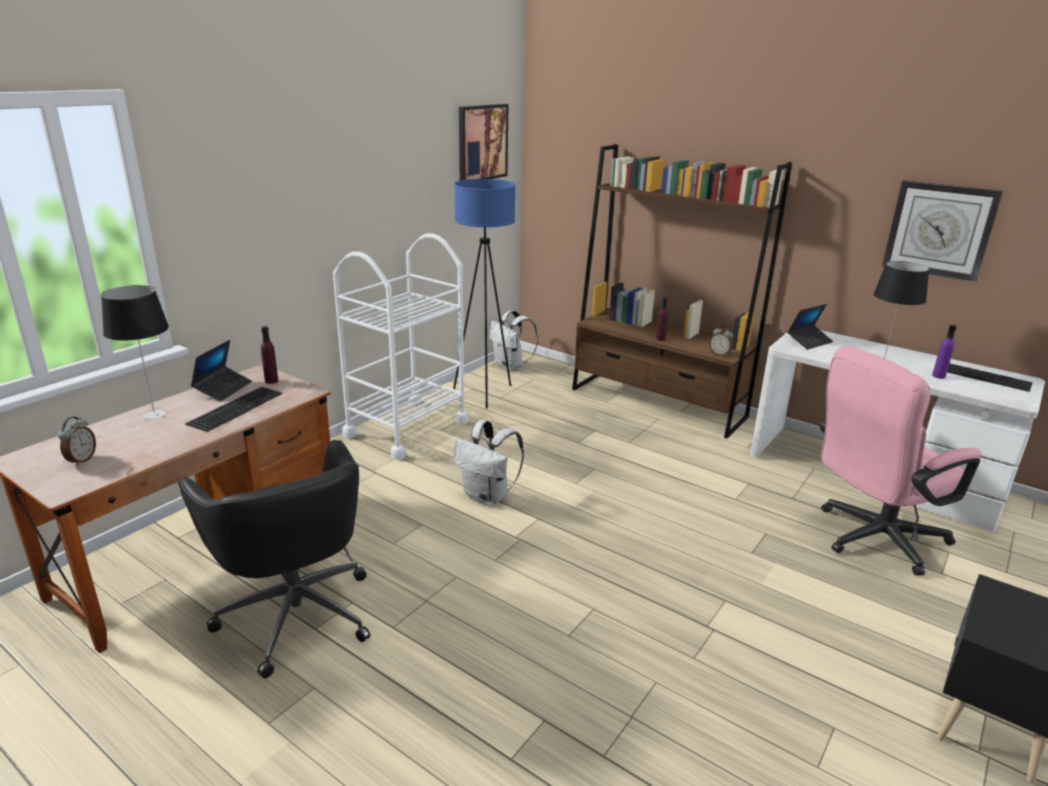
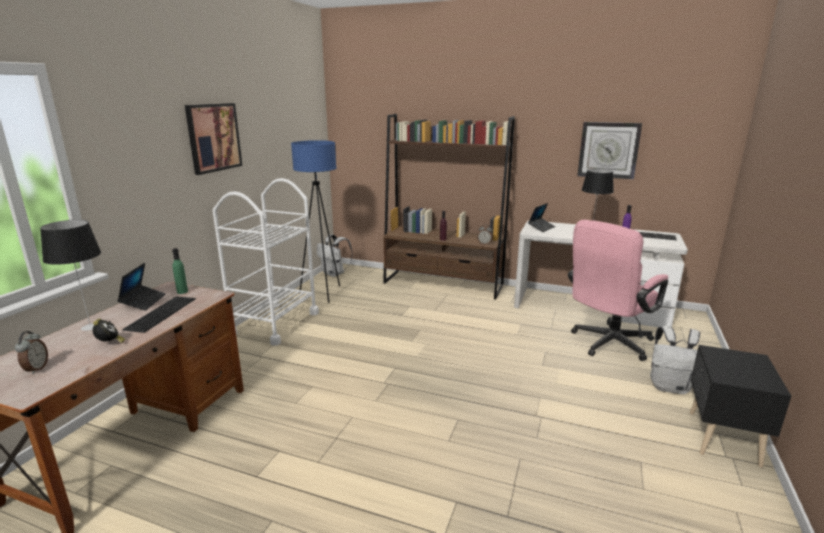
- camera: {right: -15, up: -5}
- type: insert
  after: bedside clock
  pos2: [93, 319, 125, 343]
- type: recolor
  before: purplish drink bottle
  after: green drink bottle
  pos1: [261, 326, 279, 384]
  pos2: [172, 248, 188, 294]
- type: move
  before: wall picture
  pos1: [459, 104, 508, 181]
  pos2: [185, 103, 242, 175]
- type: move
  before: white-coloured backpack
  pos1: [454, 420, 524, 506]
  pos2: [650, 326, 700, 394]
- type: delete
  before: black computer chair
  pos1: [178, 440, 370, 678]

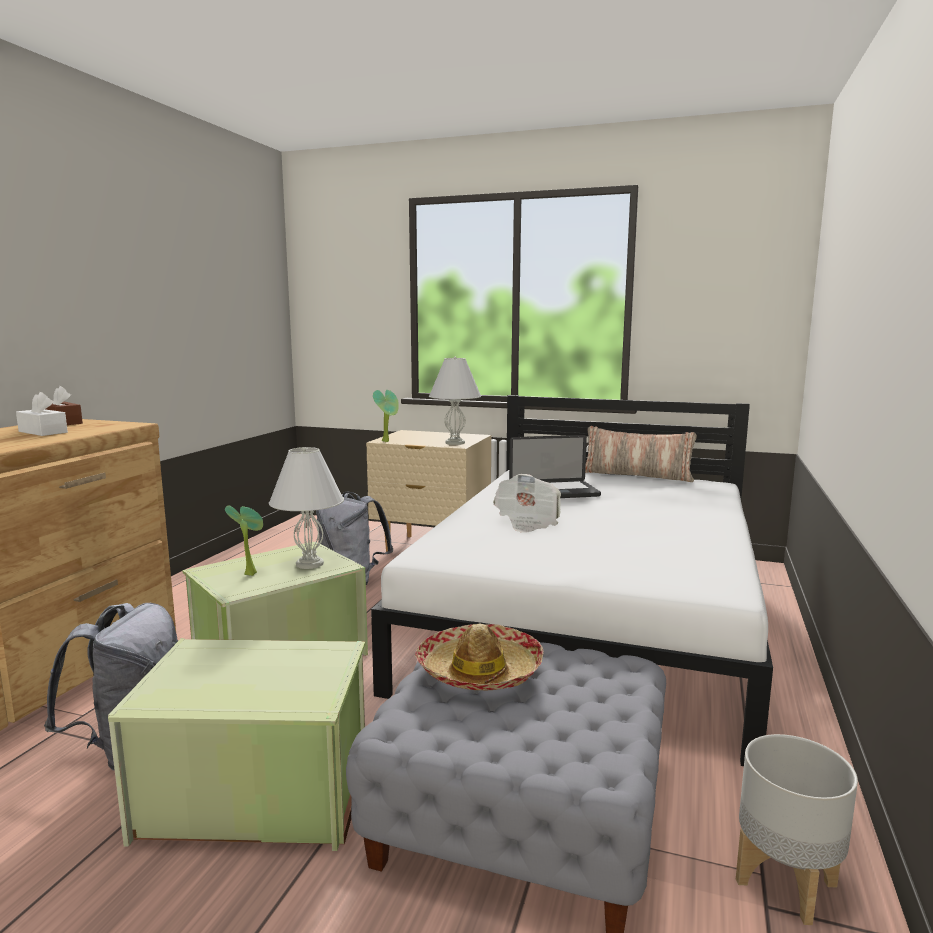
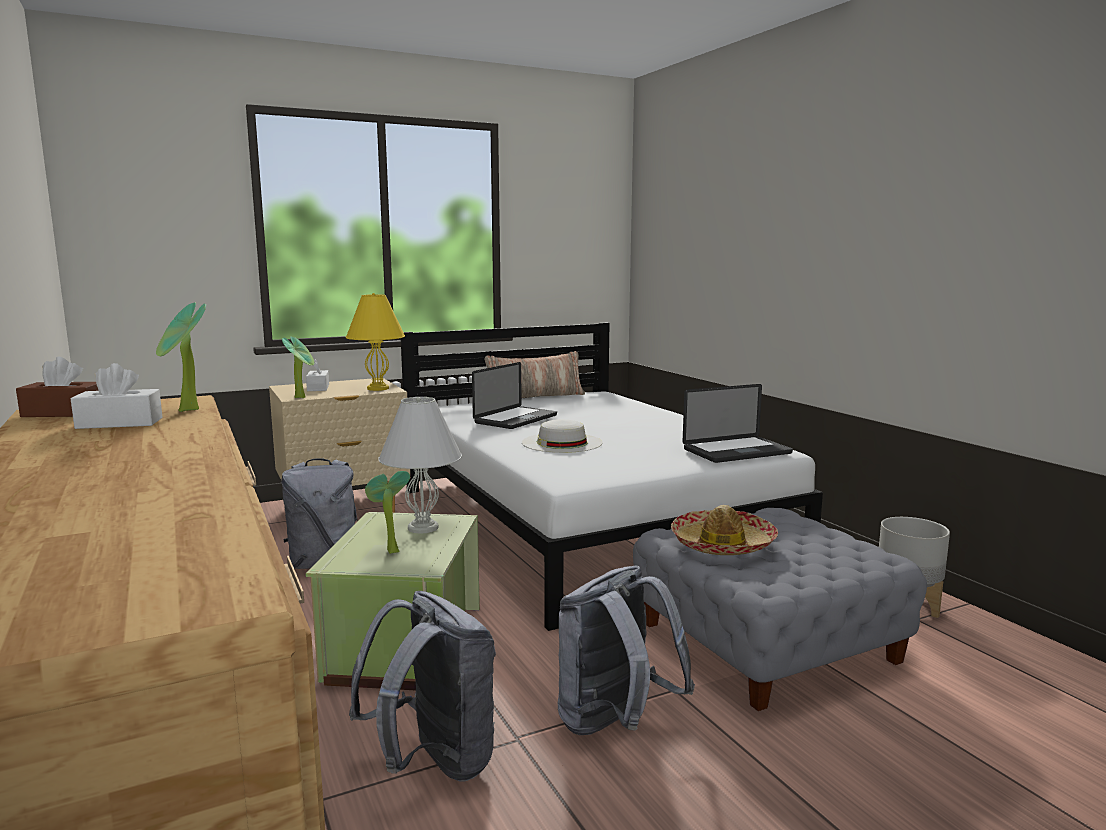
- camera: {right: -45, up: 0}
- type: insert
  after: potted plant
  pos2: [156, 302, 206, 412]
- type: insert
  after: white-coloured box of tissues
  pos2: [306, 359, 329, 391]
- type: recolor
  before: white-coloured tabletop lamp
  after: yellowish tabletop lamp
  pos1: [429, 357, 481, 445]
  pos2: [346, 293, 405, 391]
- type: replace
  before: printed paper
  after: white-coloured hat
  pos1: [493, 474, 561, 533]
  pos2: [522, 419, 603, 453]
- type: replace
  before: green storage box
  after: grey backpack
  pos1: [108, 639, 365, 851]
  pos2: [558, 566, 695, 735]
- type: insert
  after: notebook computer
  pos2: [683, 384, 793, 463]

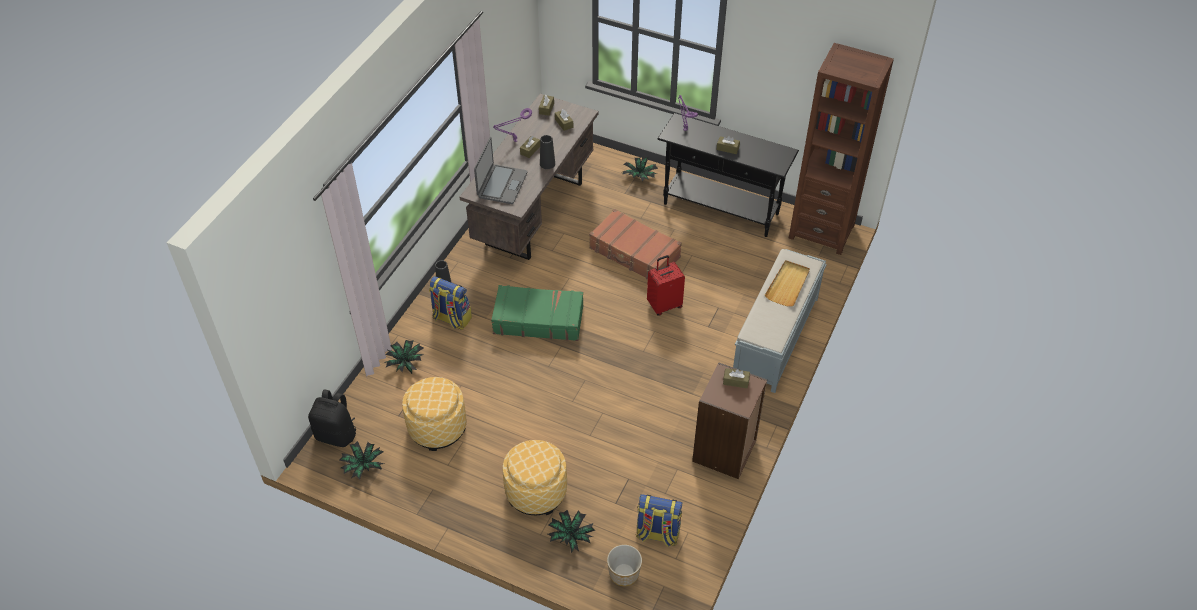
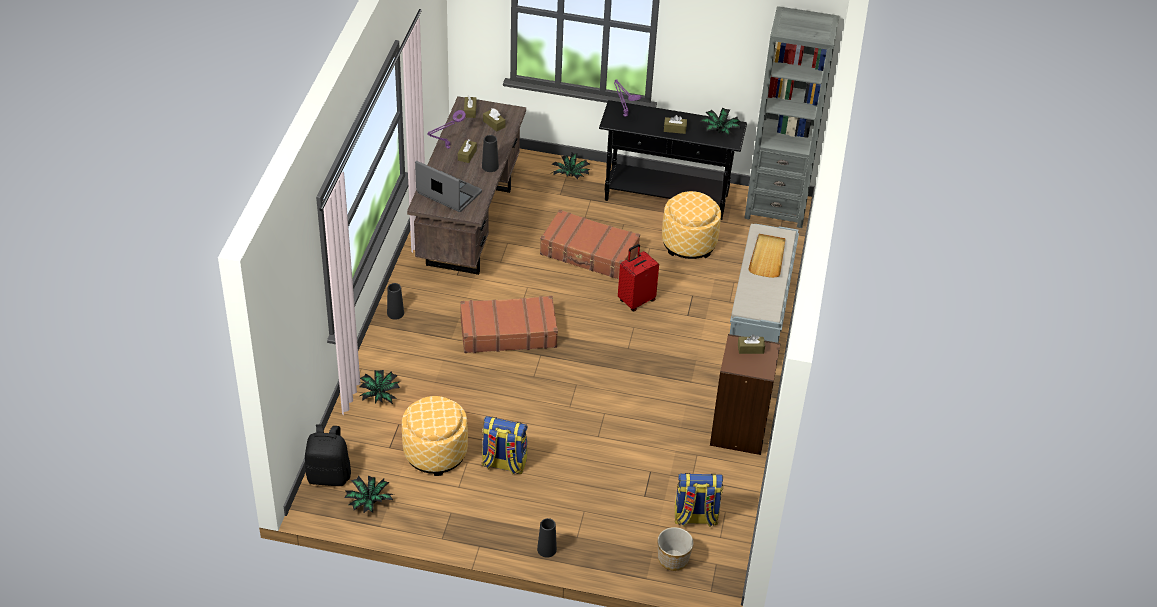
- camera: {right: -15, up: -5}
- type: rotate
  before: notebook computer
  pos1: [474, 137, 528, 204]
  pos2: [415, 161, 482, 212]
  turn: -60
- type: recolor
  before: green suitcase
  after: brownish suitcase
  pos1: [491, 285, 583, 341]
  pos2: [460, 296, 558, 353]
- type: move
  before: backpack
  pos1: [429, 276, 472, 330]
  pos2: [482, 416, 528, 475]
- type: insert
  after: black decorative vase
  pos2: [537, 518, 557, 558]
- type: move
  before: footrest
  pos1: [503, 440, 567, 515]
  pos2: [662, 191, 721, 259]
- type: move
  before: potted plant
  pos1: [548, 510, 595, 553]
  pos2: [700, 108, 741, 137]
- type: recolor
  before: brownish shelving unit
  after: grey shelving unit
  pos1: [789, 43, 894, 255]
  pos2: [744, 6, 839, 228]

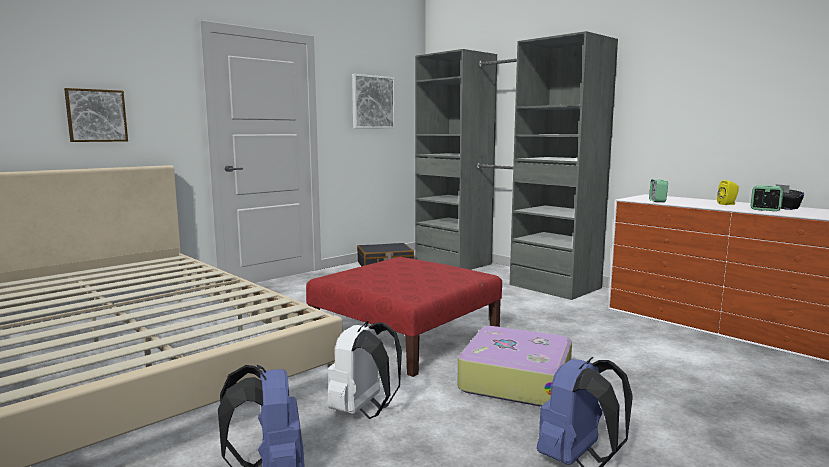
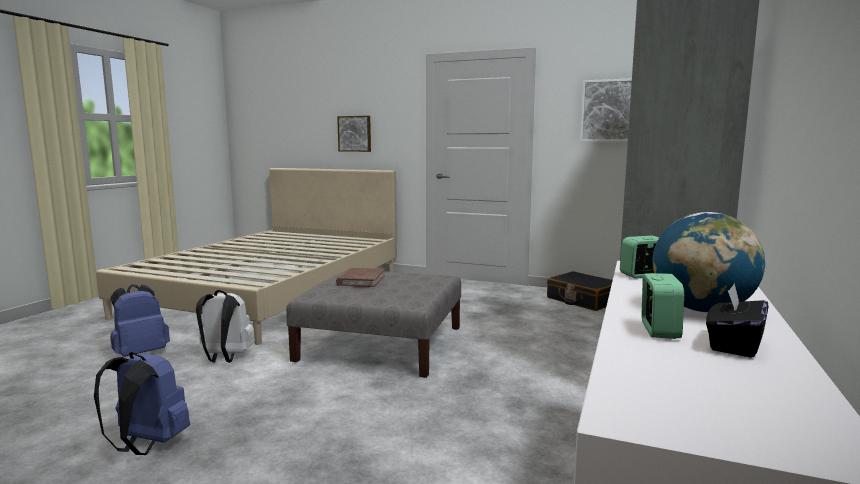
- camera: {right: 65, up: 0}
- type: recolor
  before: reddish footrest
  after: grey footrest
  pos1: [306, 257, 502, 377]
  pos2: [286, 270, 461, 378]
- type: insert
  after: brownish volume
  pos2: [336, 268, 385, 287]
- type: replace
  before: yellowish loudspeaker
  after: desk globe
  pos1: [717, 180, 739, 205]
  pos2: [653, 212, 765, 312]
- type: delete
  before: suitcase
  pos1: [457, 326, 572, 407]

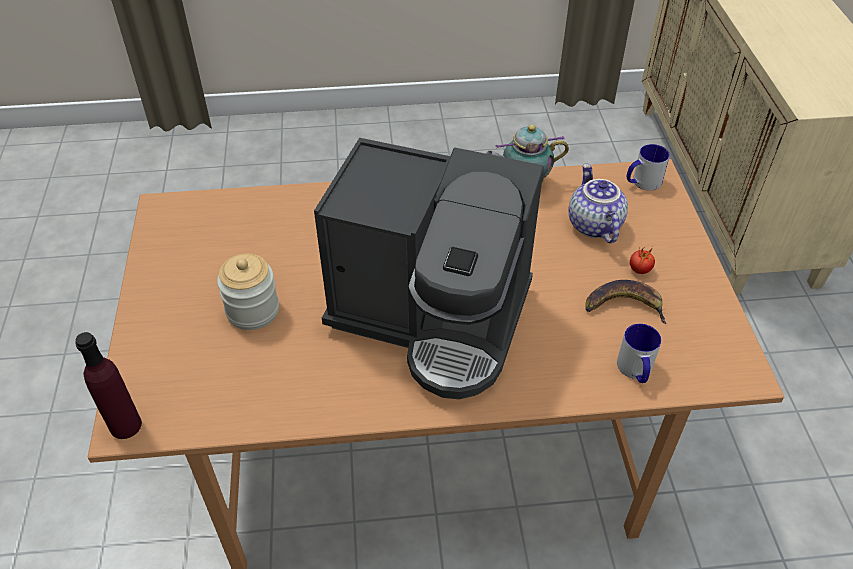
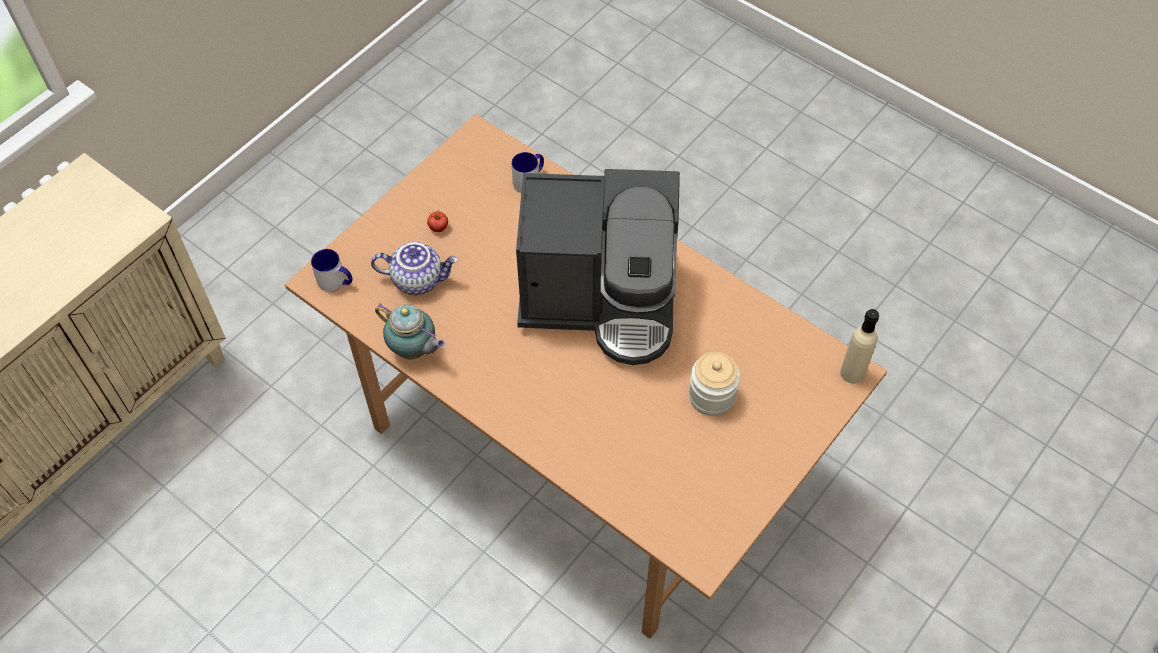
- camera: {right: -135, up: 10}
- type: rotate
  before: pot for tea
  pos1: [569, 164, 628, 243]
  pos2: [371, 242, 458, 295]
  turn: -120
- type: rotate
  before: coffee machine
  pos1: [314, 138, 544, 399]
  pos2: [516, 169, 680, 365]
  turn: 120
- type: recolor
  before: purplish drink bottle
  after: beige drink bottle
  pos1: [75, 332, 142, 439]
  pos2: [840, 309, 879, 384]
- type: delete
  before: whole banana
  pos1: [585, 280, 667, 324]

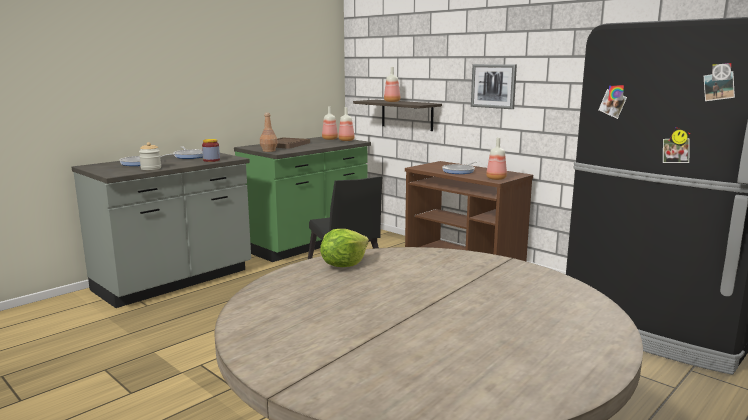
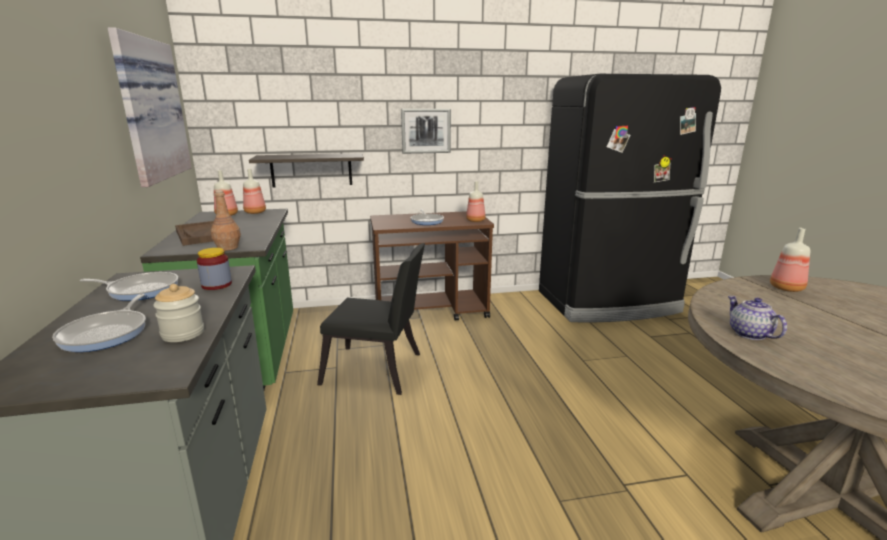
- camera: {right: -55, up: 5}
- type: insert
  after: wall picture
  pos2: [108, 27, 192, 187]
- type: replace
  before: lettuce head
  after: pot for tea
  pos1: [320, 229, 369, 267]
  pos2: [728, 296, 787, 340]
- type: move
  before: drink bottle
  pos1: [384, 67, 400, 102]
  pos2: [770, 228, 810, 292]

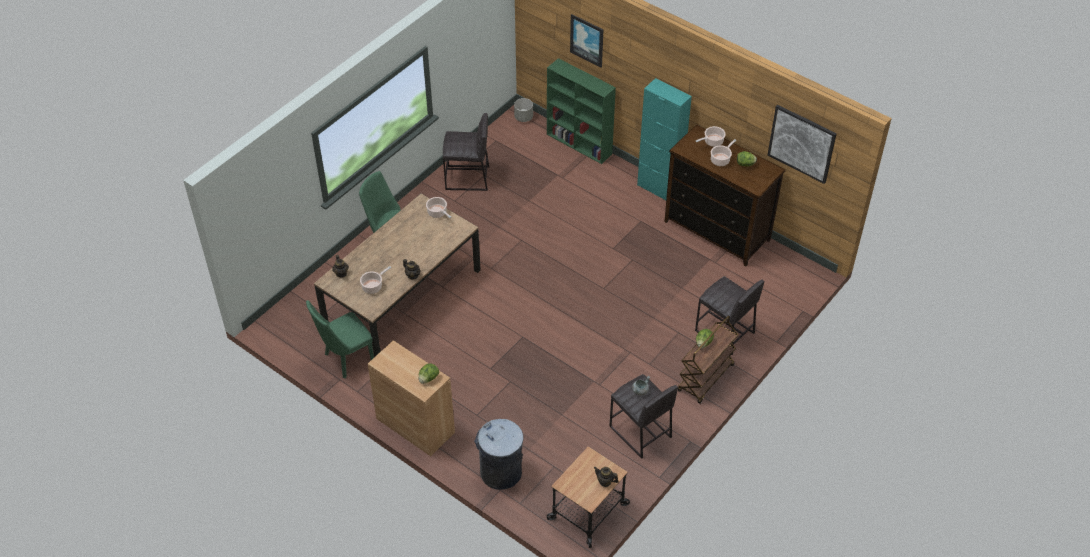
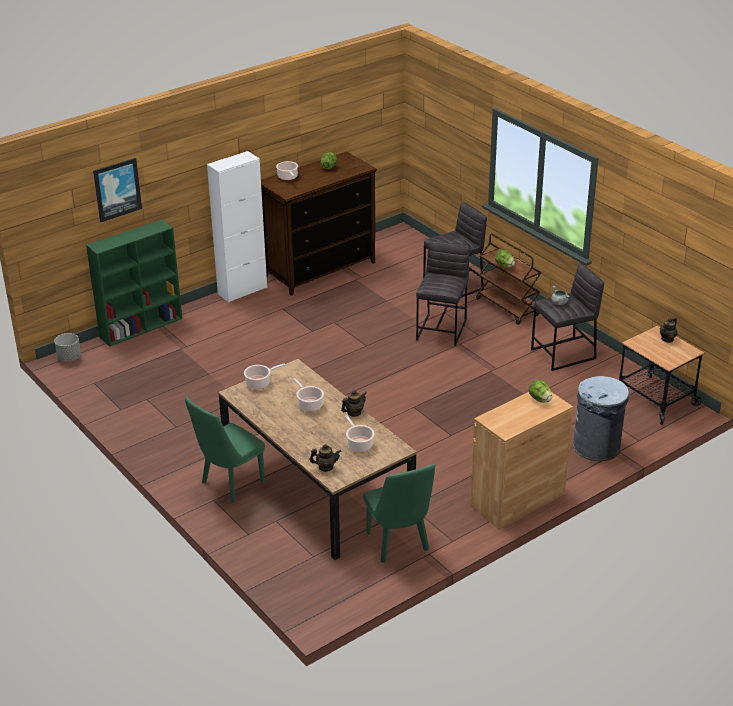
- camera: {right: -75, up: -15}
- type: recolor
  before: turquoise-coloured cupboard
  after: white-coloured cupboard
  pos1: [637, 78, 692, 200]
  pos2: [207, 151, 267, 302]
- type: move
  before: cooking pot
  pos1: [711, 139, 736, 166]
  pos2: [293, 378, 324, 412]
- type: move
  before: grey sitting stool
  pos1: [443, 113, 489, 191]
  pos2: [416, 241, 470, 346]
- type: delete
  before: wall picture
  pos1: [768, 105, 837, 184]

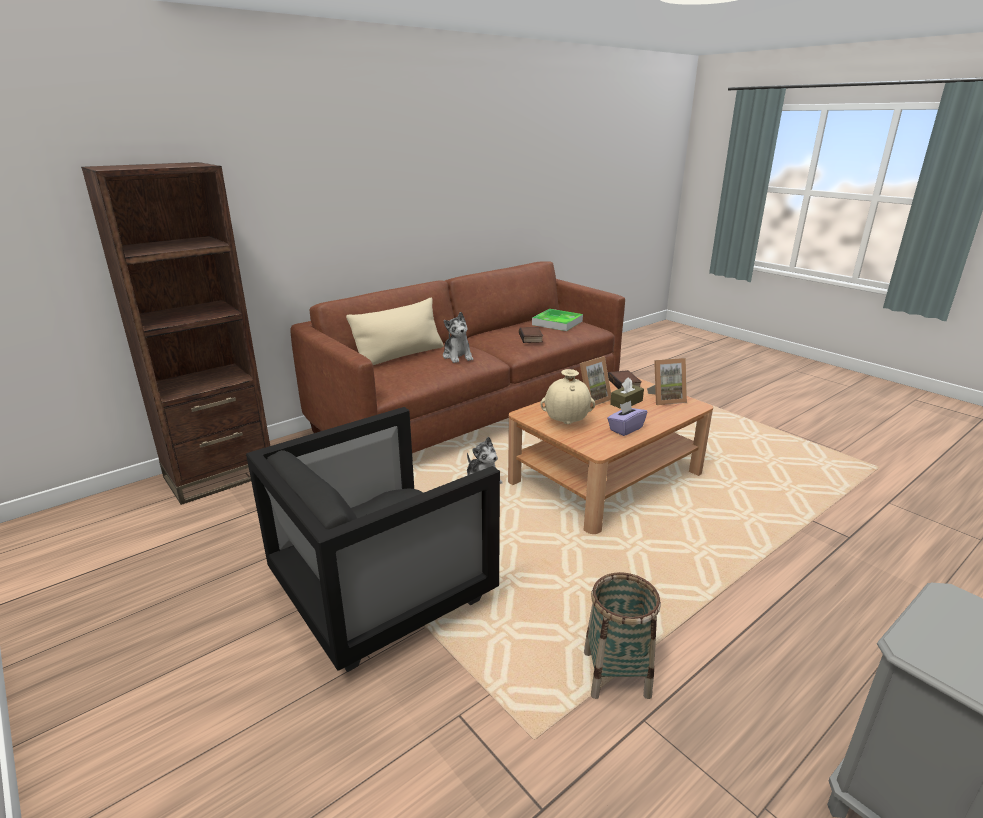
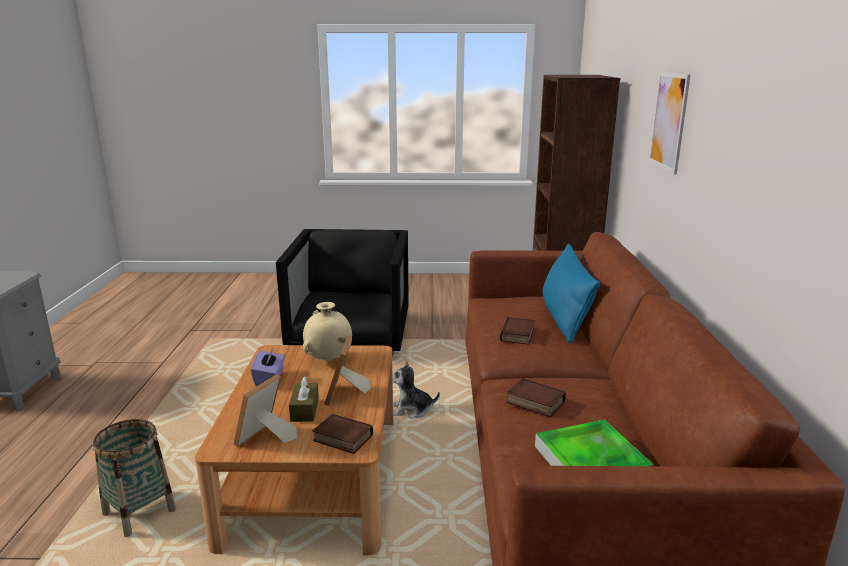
- camera: {right: 130, up: -5}
- type: move
  before: storage basket
  pos1: [584, 572, 661, 699]
  pos2: [93, 419, 176, 537]
- type: replace
  before: plush toy
  after: volume
  pos1: [443, 312, 473, 363]
  pos2: [500, 317, 535, 345]
- type: recolor
  before: beige pillow
  after: bluish pillow
  pos1: [346, 297, 444, 365]
  pos2: [543, 243, 600, 344]
- type: insert
  after: wall picture
  pos2: [649, 72, 691, 174]

